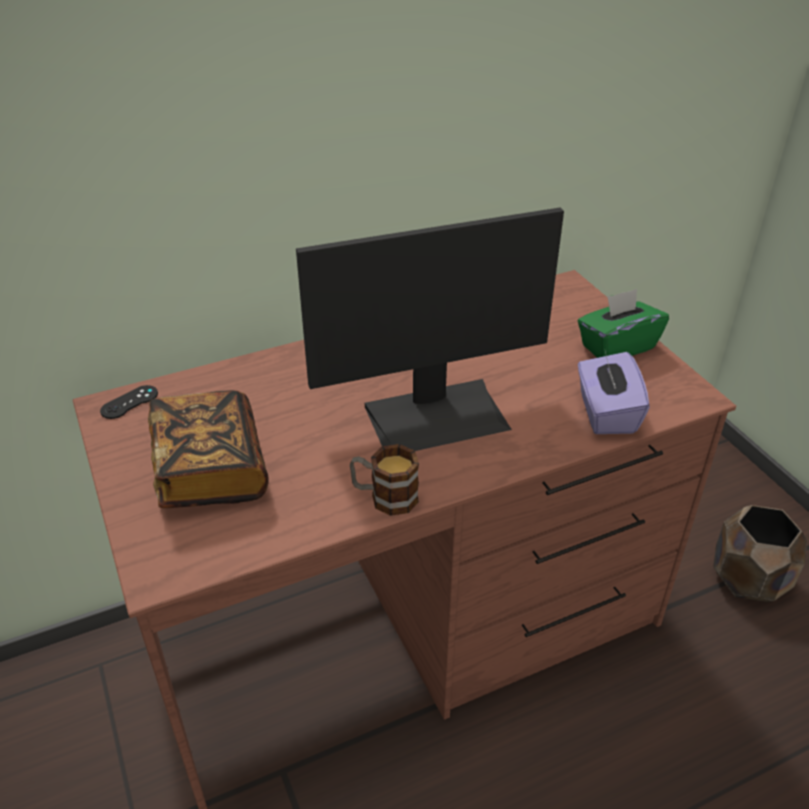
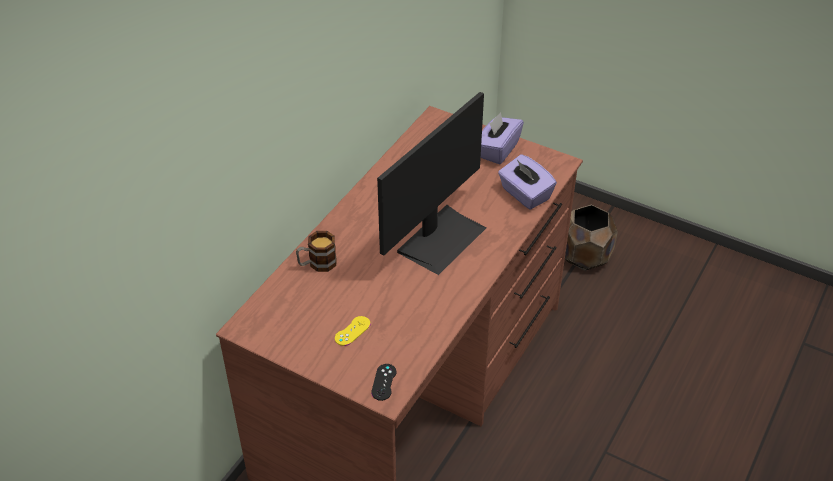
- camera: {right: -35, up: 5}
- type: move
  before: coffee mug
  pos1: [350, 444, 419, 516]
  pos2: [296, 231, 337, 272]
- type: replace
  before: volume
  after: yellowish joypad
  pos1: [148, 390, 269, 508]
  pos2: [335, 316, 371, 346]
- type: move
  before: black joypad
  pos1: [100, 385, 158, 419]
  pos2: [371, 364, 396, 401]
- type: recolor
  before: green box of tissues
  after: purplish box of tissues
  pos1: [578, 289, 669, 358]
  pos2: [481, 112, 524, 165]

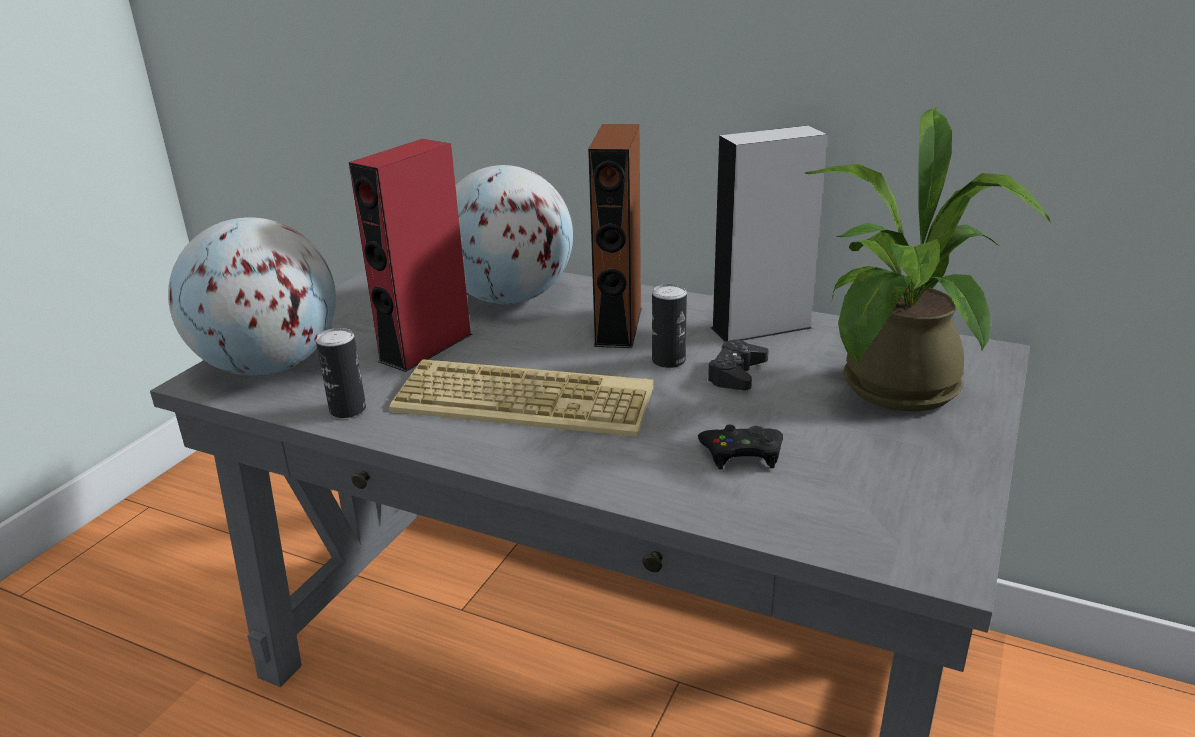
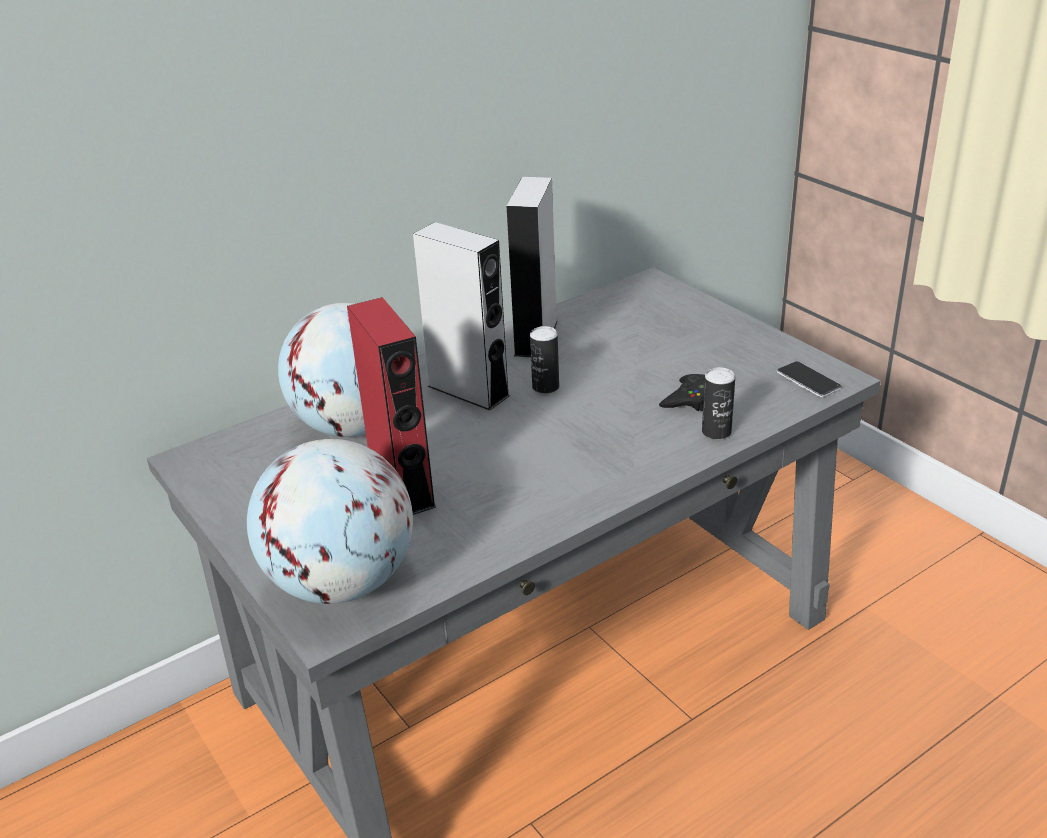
- camera: {right: -60, up: 5}
- type: recolor
  before: brownish loudspeaker
  after: grey loudspeaker
  pos1: [588, 124, 642, 348]
  pos2: [413, 222, 510, 410]
- type: move
  before: can
  pos1: [316, 328, 366, 418]
  pos2: [702, 367, 735, 439]
- type: insert
  after: telephone
  pos2: [777, 361, 842, 397]
- type: delete
  before: computer keyboard
  pos1: [389, 359, 654, 437]
- type: delete
  before: black joypad
  pos1: [706, 340, 769, 390]
- type: delete
  before: potted plant
  pos1: [805, 108, 1051, 411]

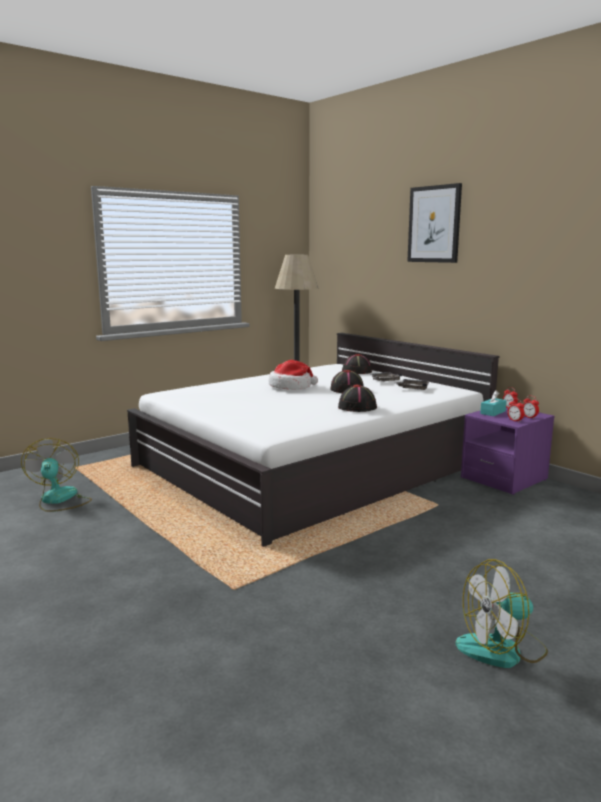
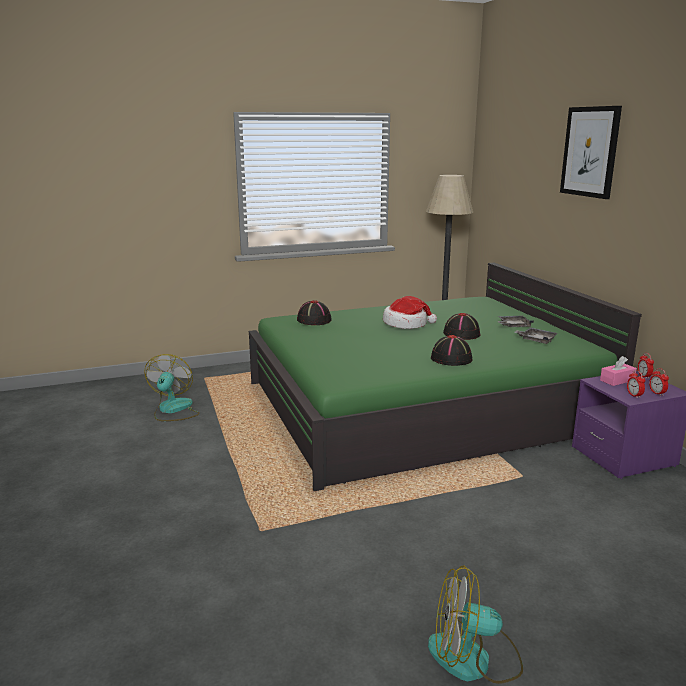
- camera: {right: 20, up: 5}
- type: recolor
  before: white-coloured sleeping bed
  after: green sleeping bed
  pos1: [127, 333, 499, 547]
  pos2: [249, 263, 642, 491]
- type: move
  before: black hat
  pos1: [342, 354, 372, 374]
  pos2: [297, 300, 332, 325]
- type: recolor
  before: turquoise-coloured box of tissues
  after: pink box of tissues
  pos1: [480, 391, 507, 416]
  pos2: [600, 356, 637, 386]

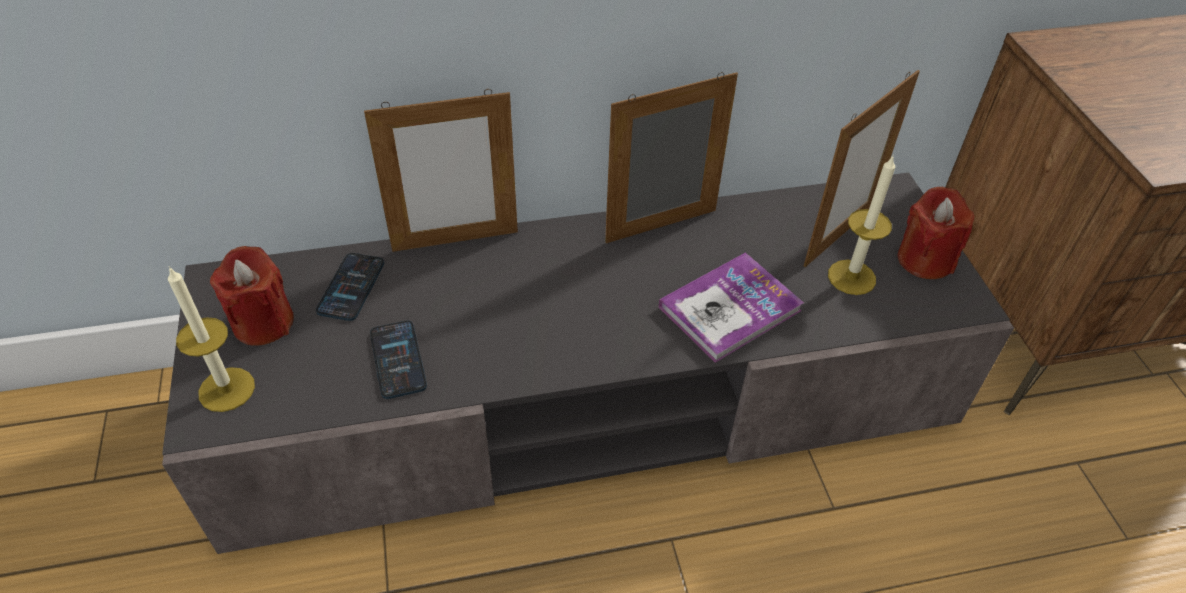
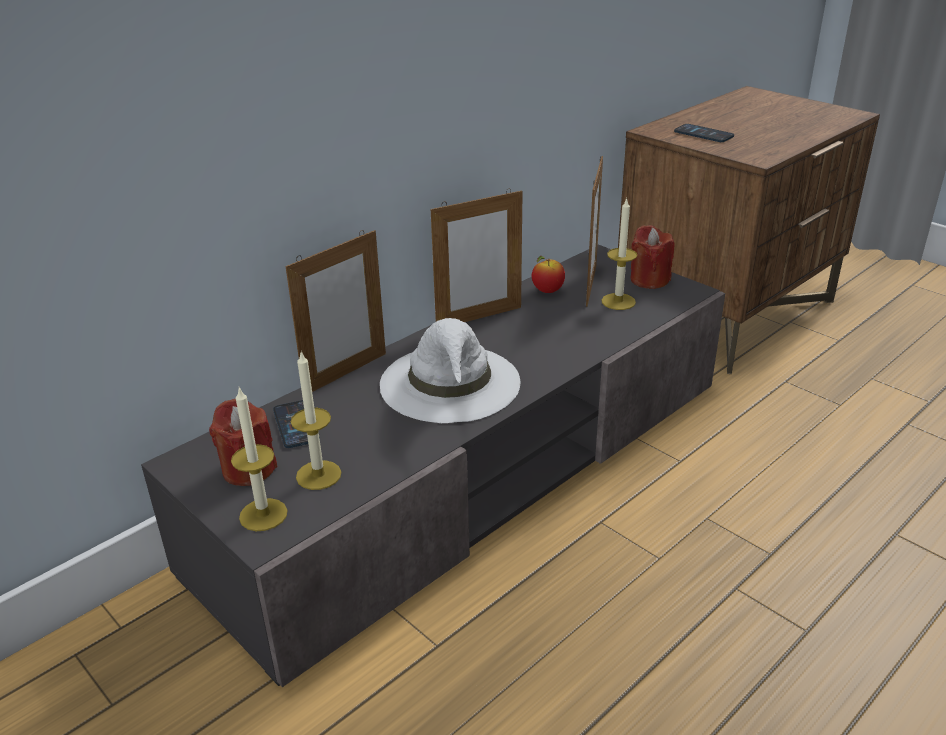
- camera: {right: -30, up: -15}
- type: insert
  after: wax candle
  pos2: [291, 351, 341, 490]
- type: insert
  after: white-coloured hat
  pos2: [380, 318, 520, 423]
- type: rotate
  before: standing frame
  pos1: [605, 72, 738, 243]
  pos2: [431, 189, 523, 322]
  turn: -150
- type: insert
  after: apple
  pos2: [532, 256, 565, 293]
- type: move
  before: telephone
  pos1: [370, 321, 427, 399]
  pos2: [674, 124, 734, 142]
- type: delete
  before: volume
  pos1: [659, 252, 804, 363]

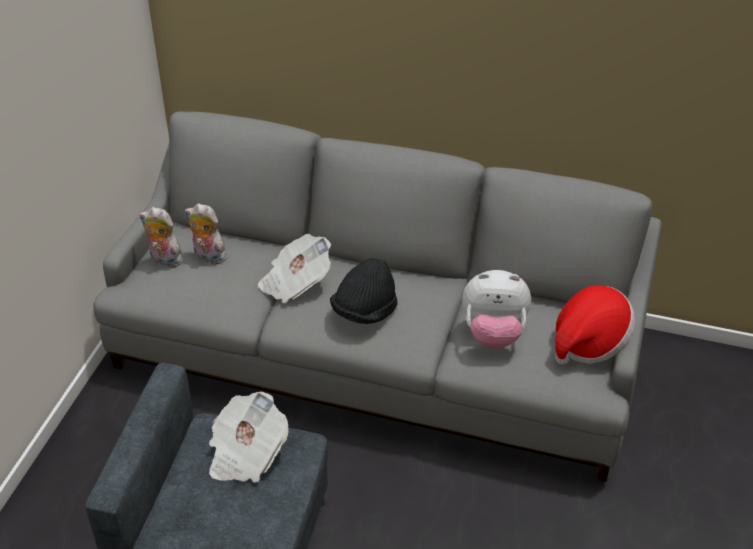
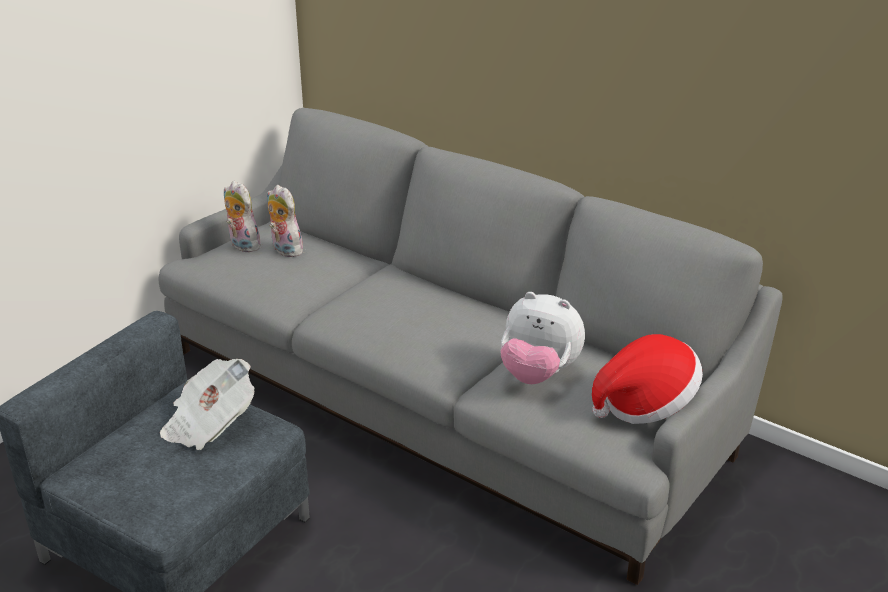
- camera: {right: 20, up: -10}
- type: delete
  before: printed paper
  pos1: [258, 234, 331, 304]
- type: delete
  before: black hat
  pos1: [330, 258, 398, 324]

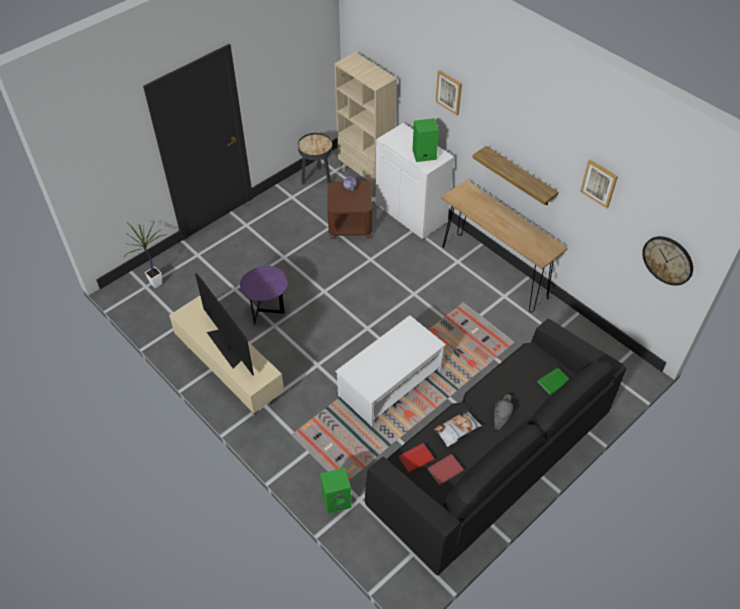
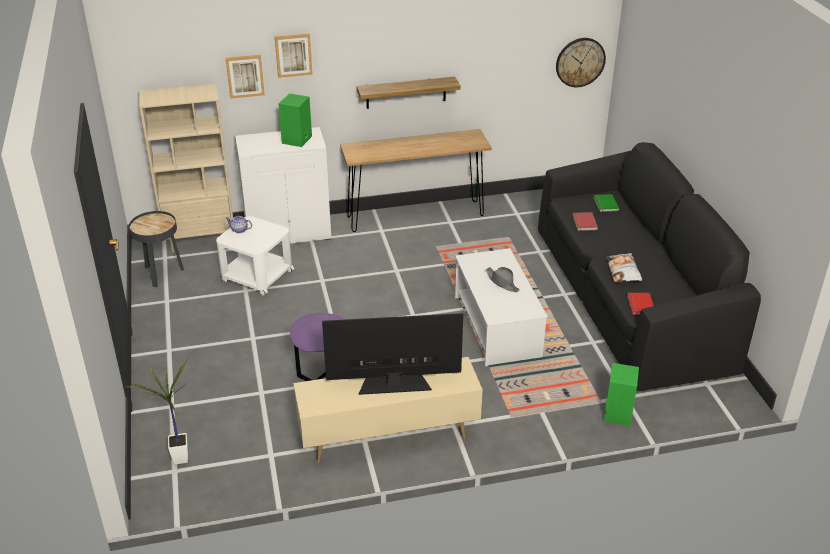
- camera: {right: -60, up: -15}
- type: recolor
  before: brownish side table
  after: white-coloured side table
  pos1: [327, 181, 372, 239]
  pos2: [216, 216, 294, 296]
- type: move
  before: wall picture
  pos1: [580, 160, 618, 208]
  pos2: [225, 55, 265, 99]
- type: move
  before: grey hat
  pos1: [494, 394, 513, 430]
  pos2: [486, 267, 520, 292]
- type: move
  before: reddish volume
  pos1: [428, 454, 464, 485]
  pos2: [573, 212, 598, 231]

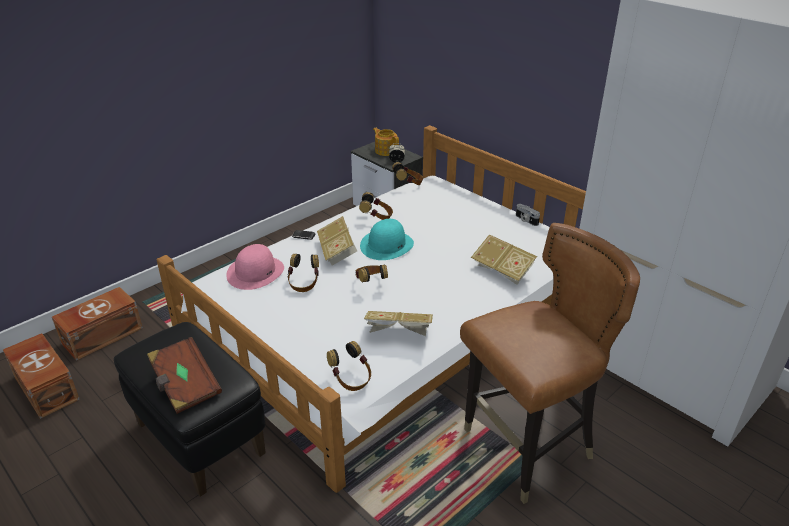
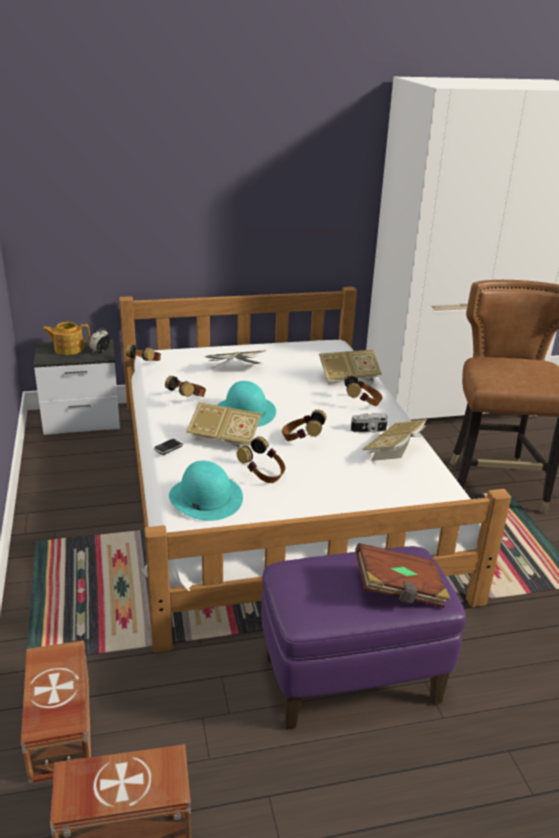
- camera: {right: -60, up: -5}
- type: recolor
  before: pink hat
  after: turquoise-coloured hat
  pos1: [226, 244, 284, 290]
  pos2: [169, 461, 243, 521]
- type: insert
  after: volume
  pos2: [204, 350, 266, 368]
- type: recolor
  before: black footrest
  after: purplish footrest
  pos1: [114, 322, 266, 497]
  pos2: [261, 546, 466, 729]
- type: move
  before: pair of headphones
  pos1: [327, 341, 371, 391]
  pos2: [344, 374, 383, 406]
- type: move
  before: photo camera
  pos1: [516, 204, 540, 226]
  pos2: [351, 413, 388, 433]

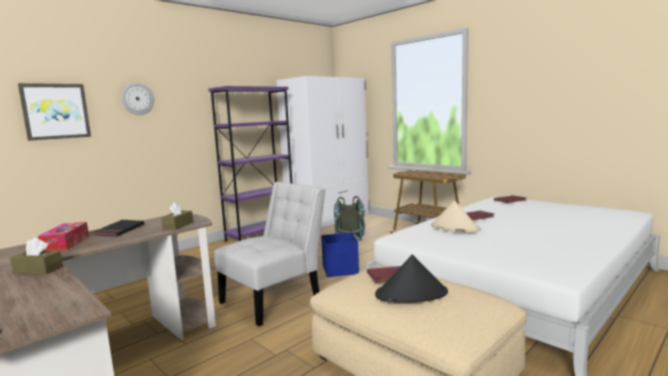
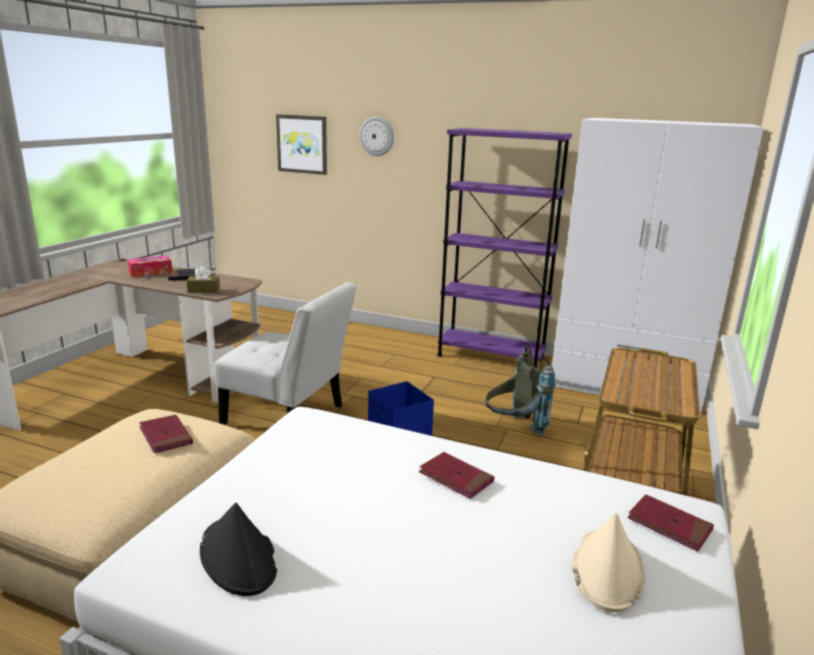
- camera: {right: 65, up: 10}
- type: move
  before: black hat
  pos1: [375, 255, 448, 303]
  pos2: [200, 503, 277, 596]
- type: move
  before: beige hat
  pos1: [431, 200, 481, 233]
  pos2: [572, 513, 645, 612]
- type: delete
  before: brownish box of tissues
  pos1: [10, 238, 63, 274]

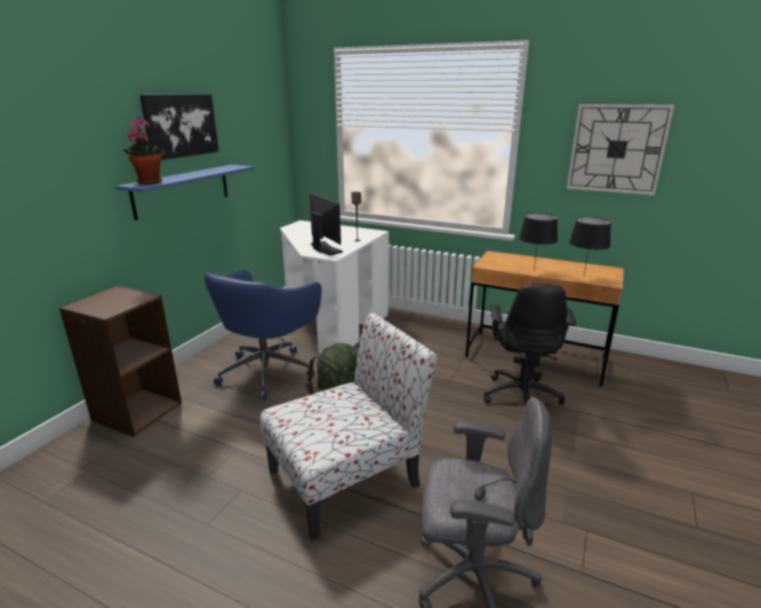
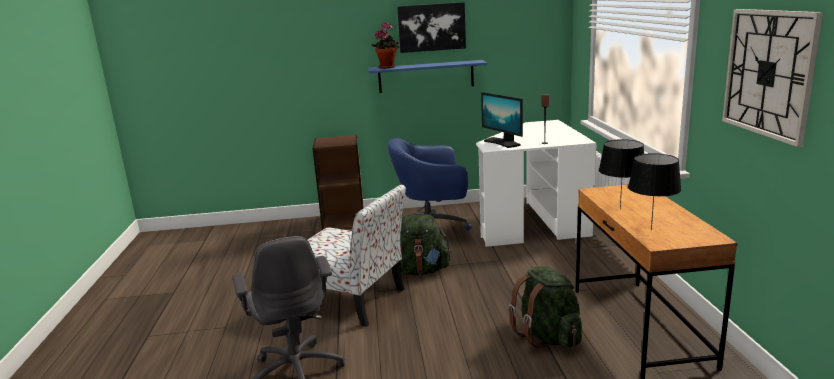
- camera: {right: 60, up: -5}
- type: rotate
  before: monitor
  pos1: [309, 193, 343, 256]
  pos2: [481, 92, 523, 148]
  turn: 120
- type: replace
  before: black computer chair
  after: green backpack
  pos1: [484, 283, 576, 406]
  pos2: [508, 266, 582, 348]

